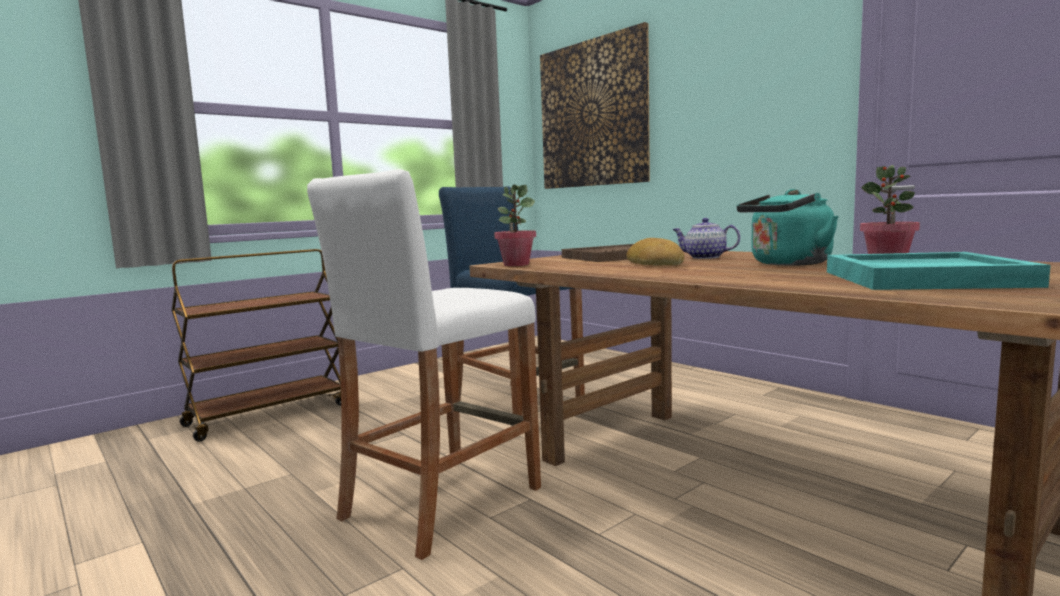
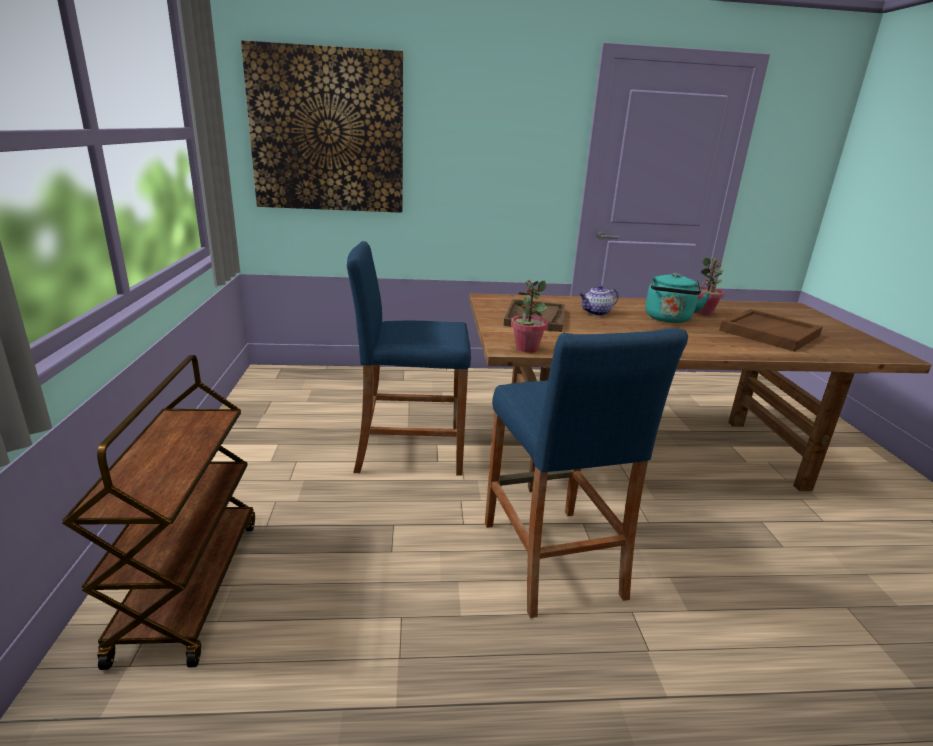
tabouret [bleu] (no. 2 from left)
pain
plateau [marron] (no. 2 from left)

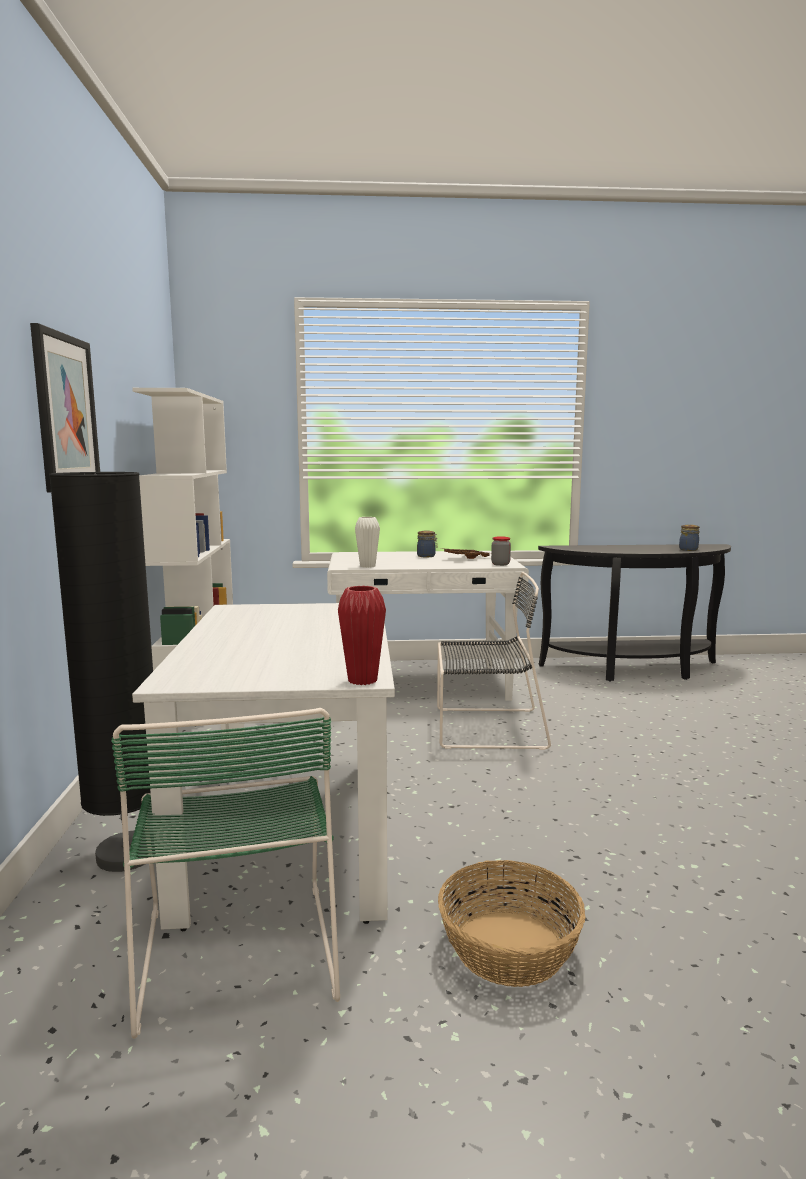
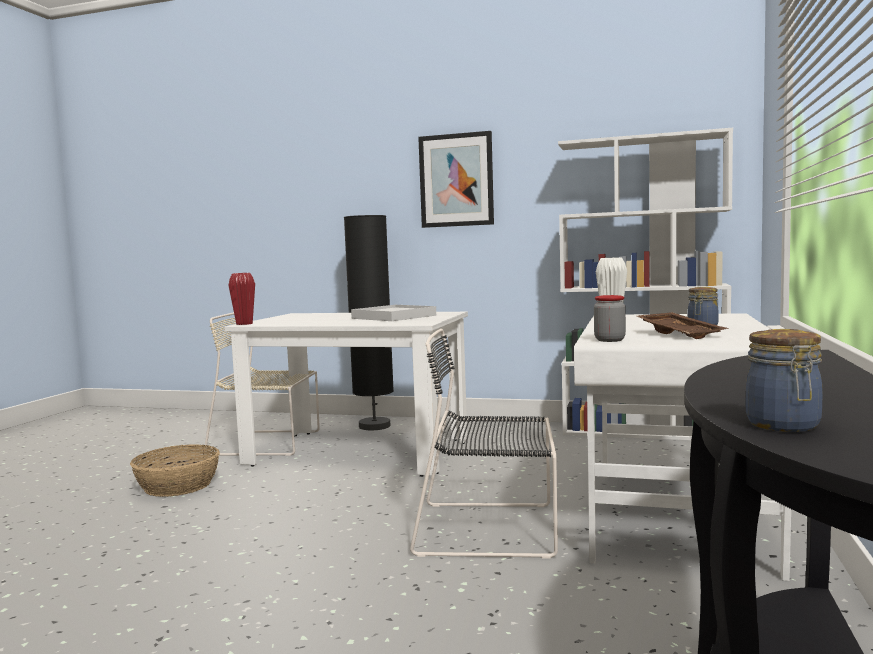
chaise [beige]
chaise [noir]
plateau [blanc]

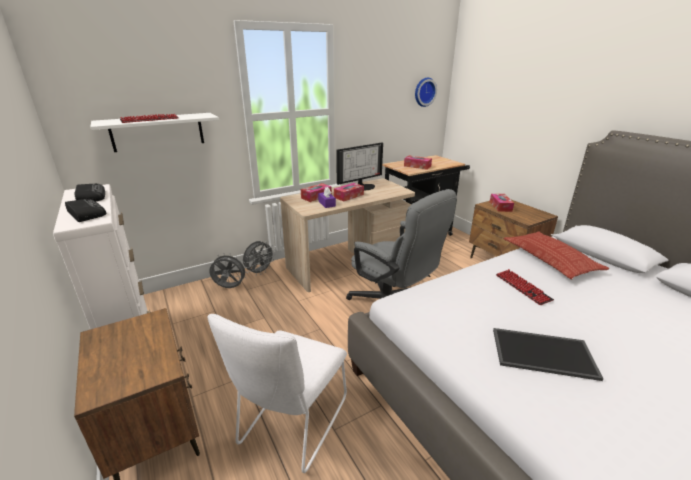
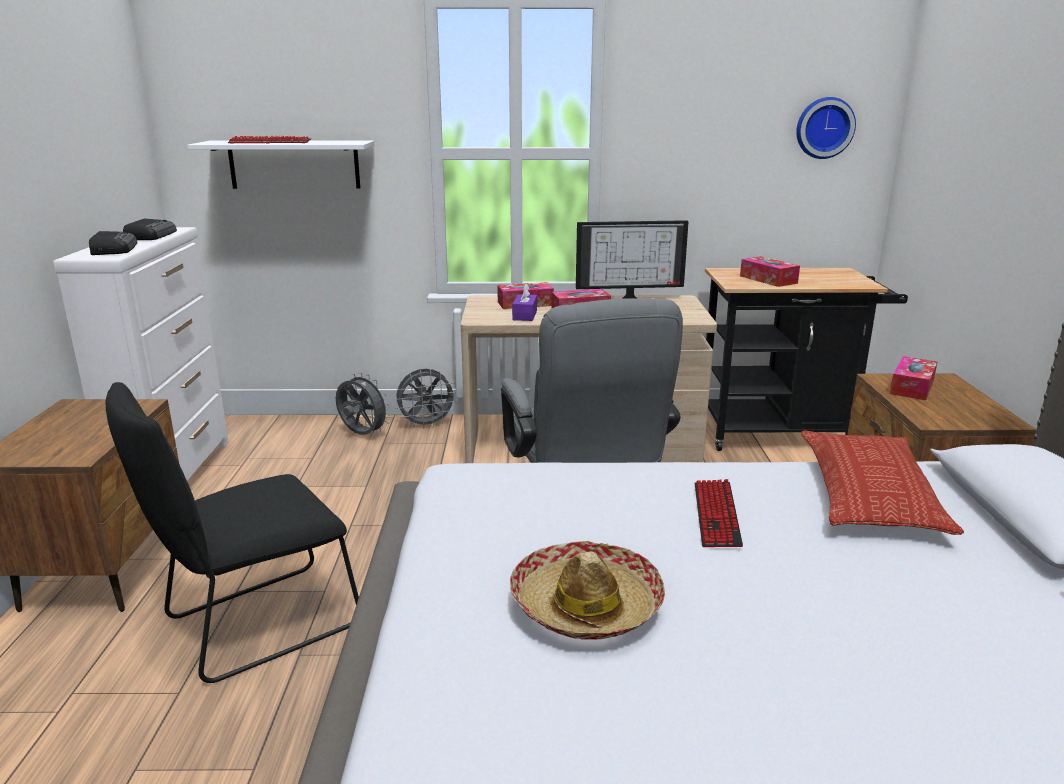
chaise [noir]
chapeau

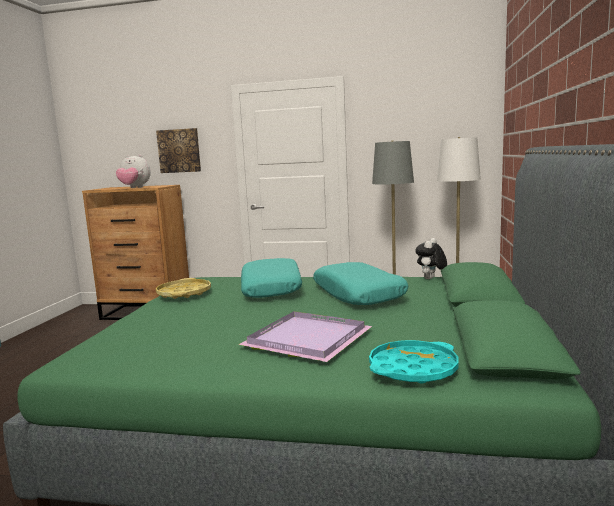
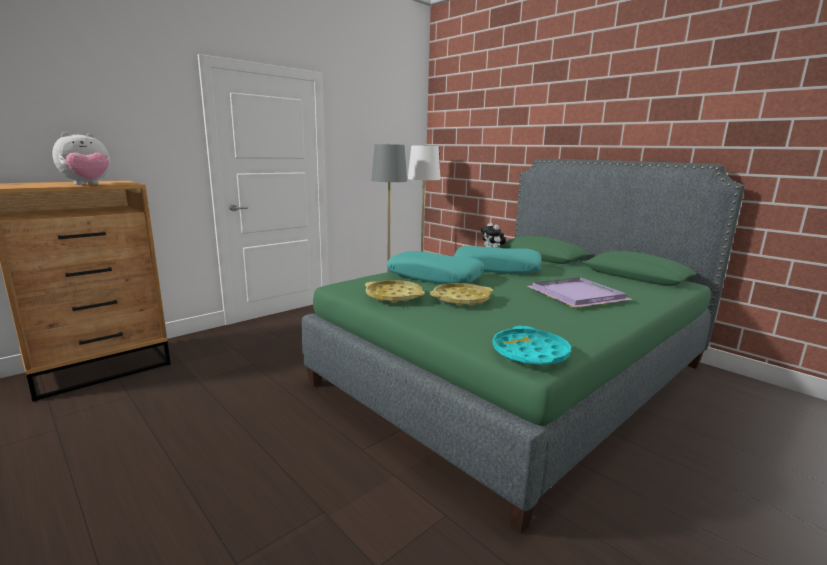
tableau
plateau [turquoise]
plateau [jaune] (no. 2 from left)

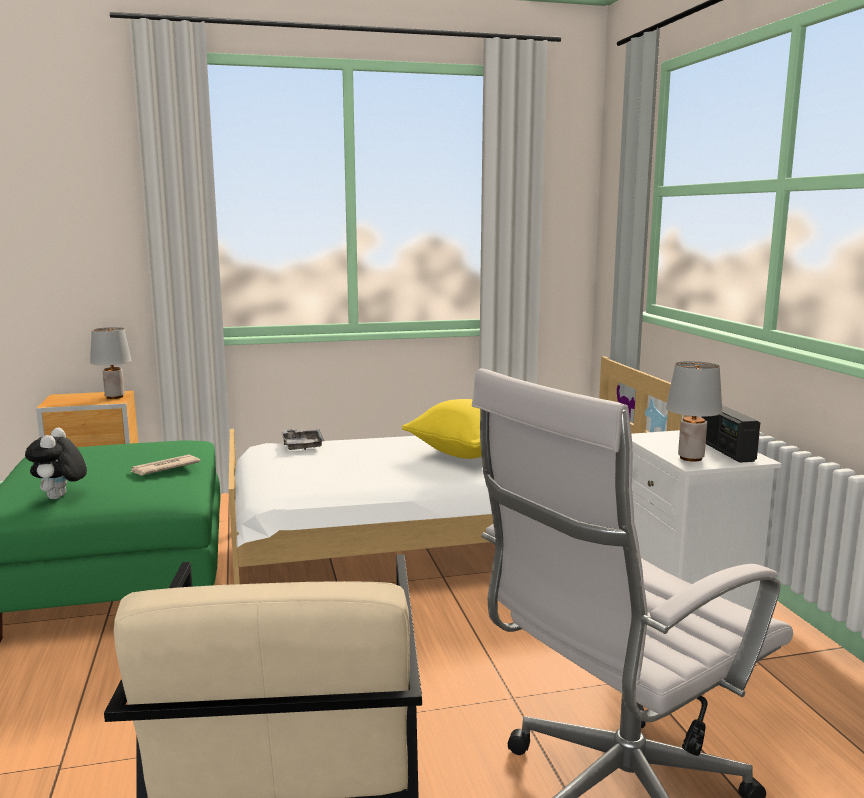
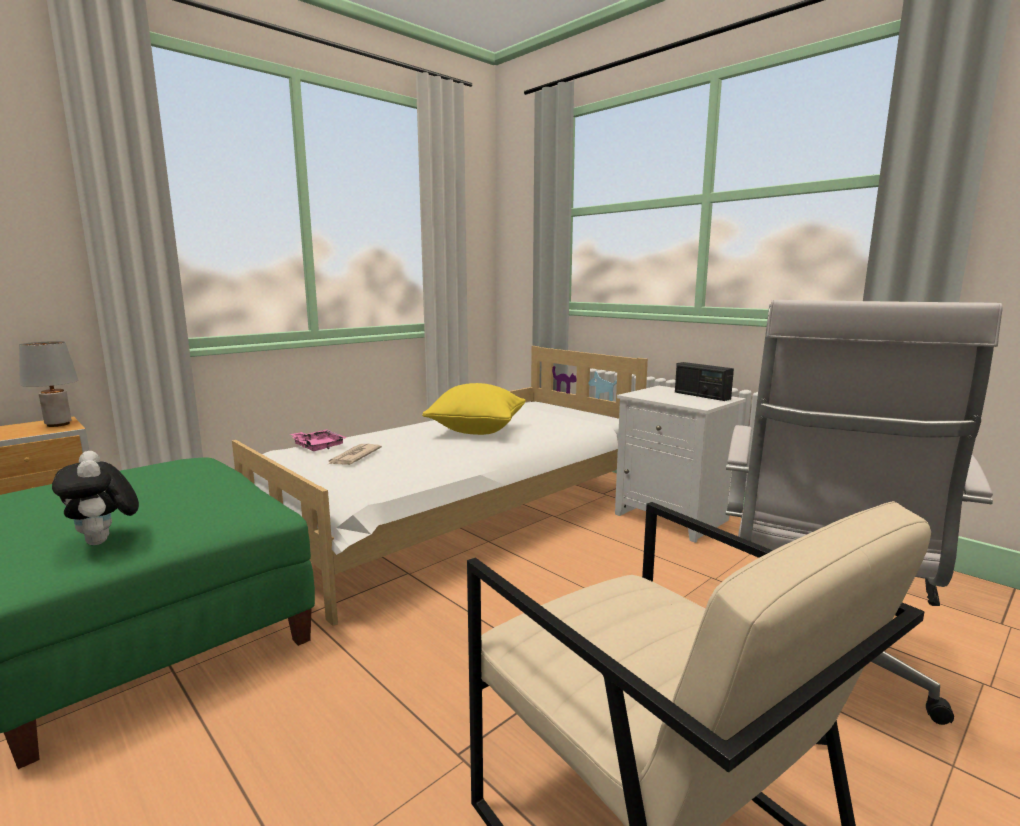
journal
plateau [rose]
lampe de table [gris] (no. 2 from left in the first image)

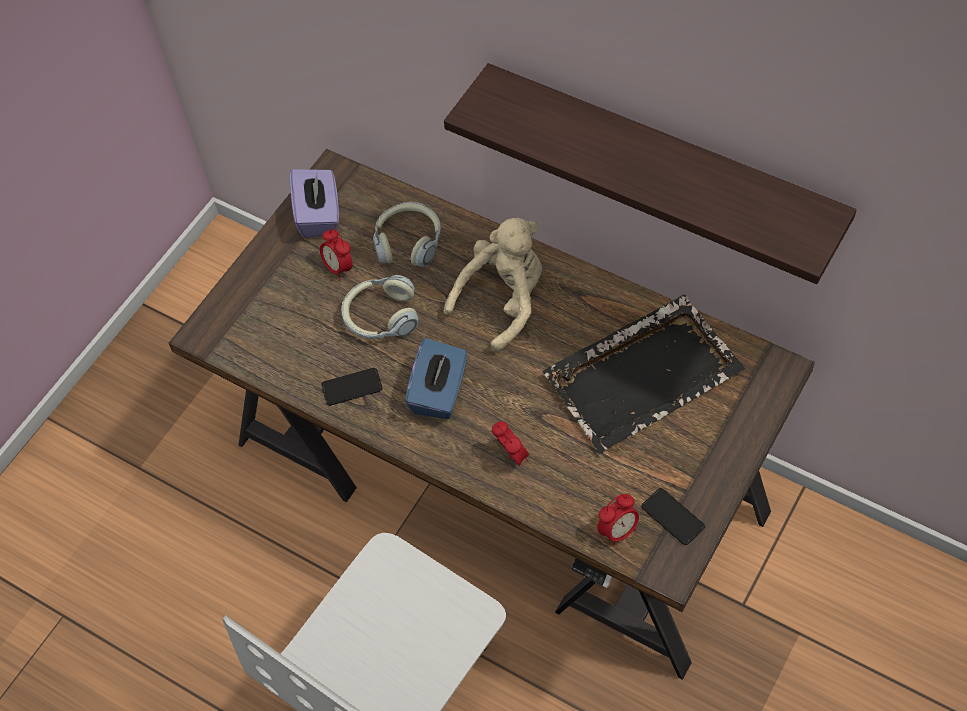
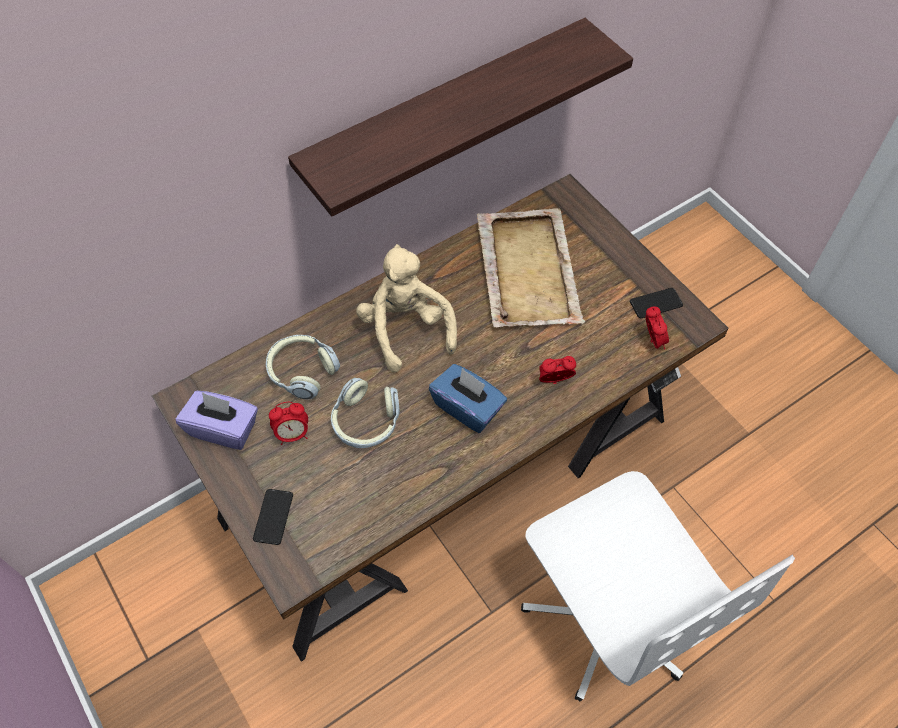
téléphone (no. 1 from left)
plateau [beige]

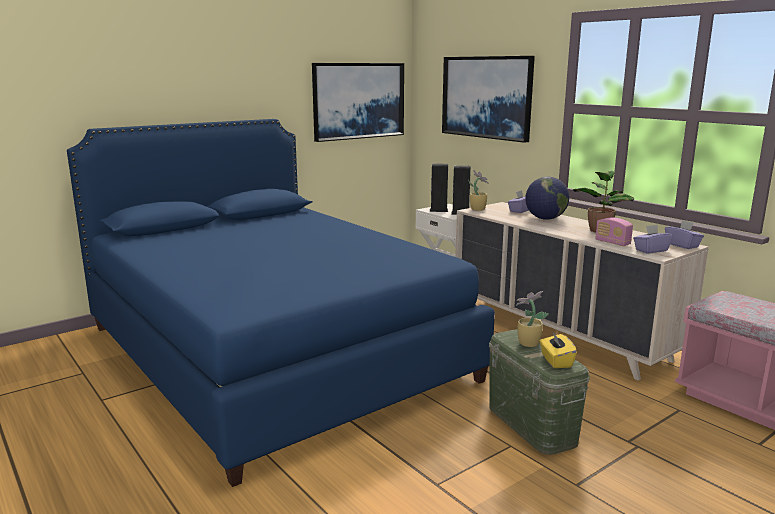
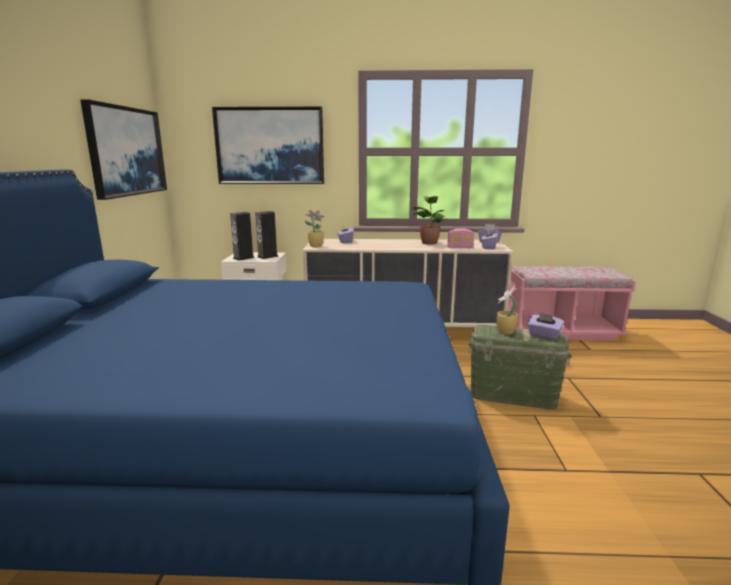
globe
boîte à mouchoirs [violet] (no. 4 from left)

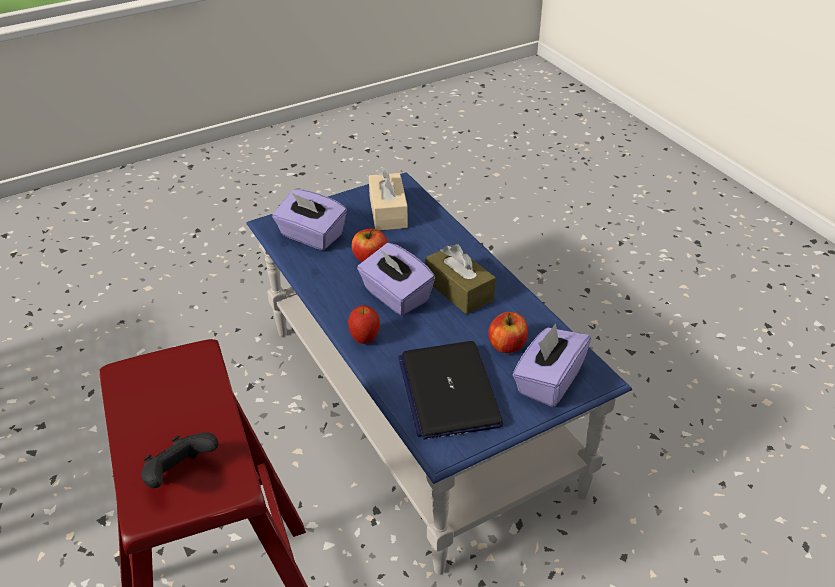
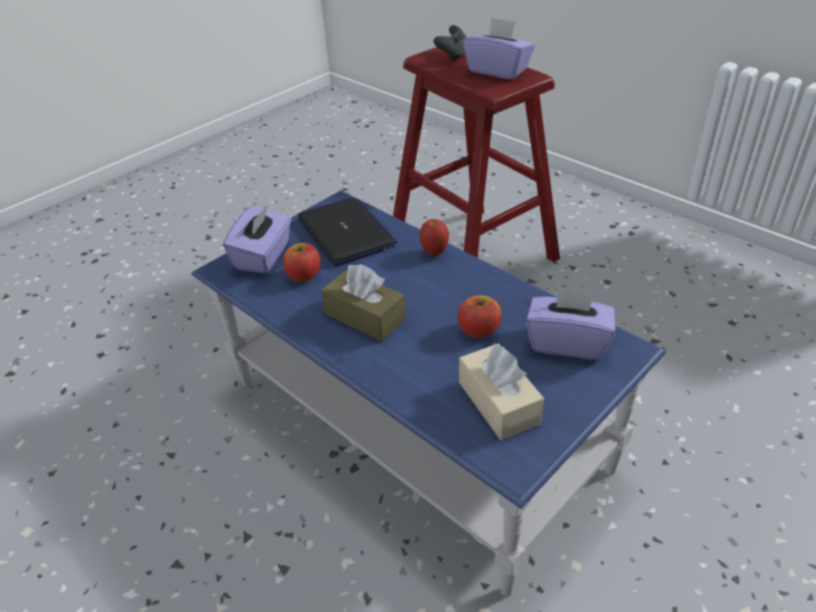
boîte à mouchoirs [violet] (no. 2 from left)

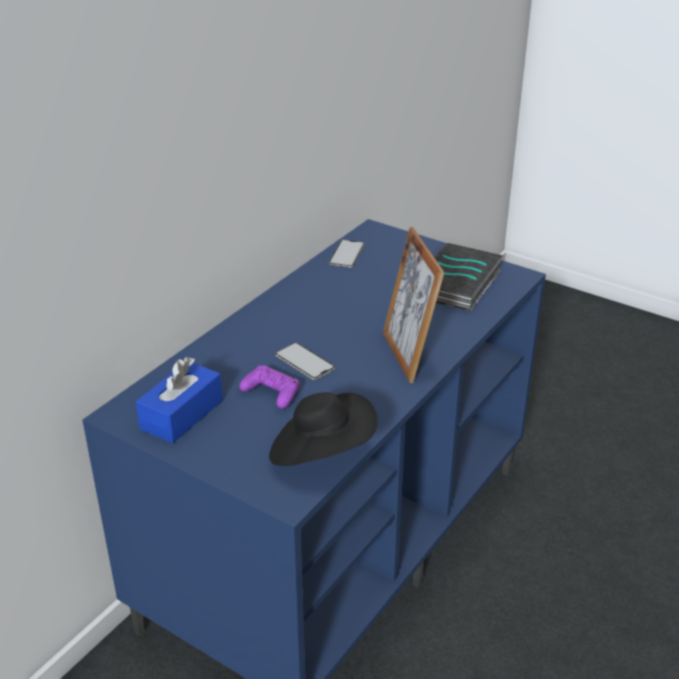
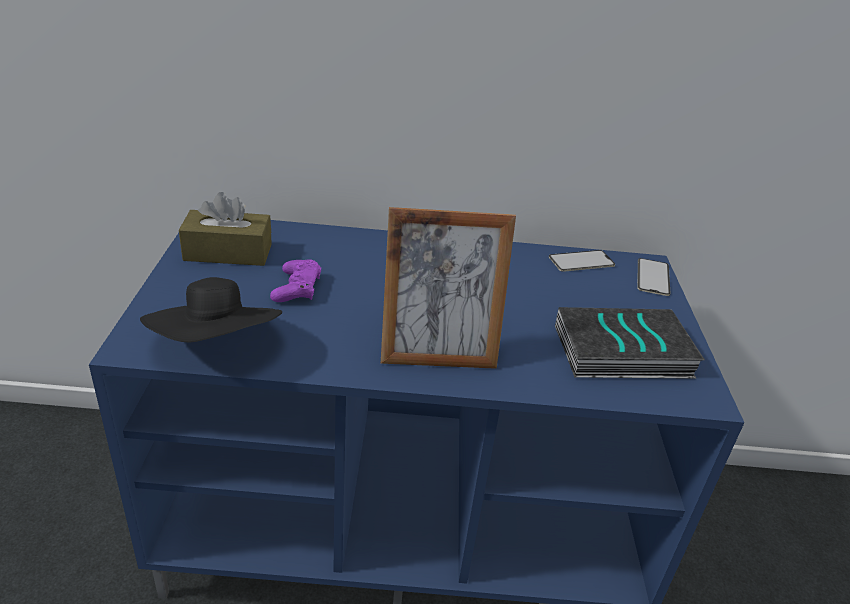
boîte à mouchoirs [marron]
téléphone (no. 2 from left)
cadre photo

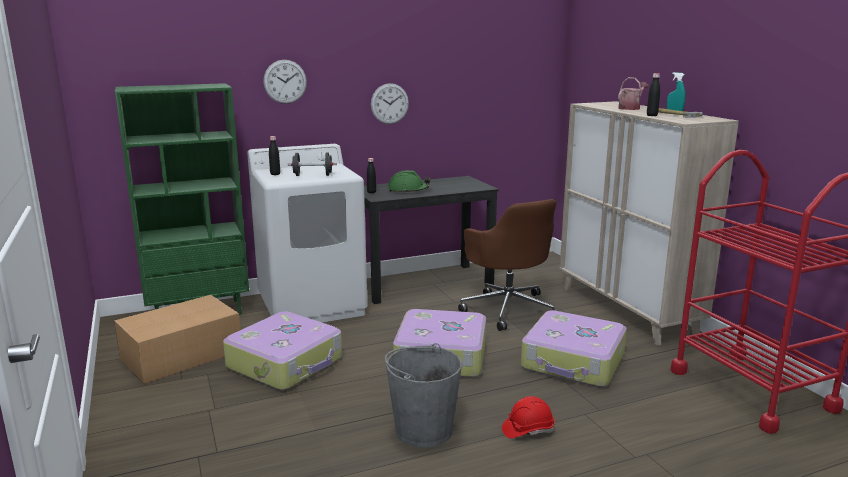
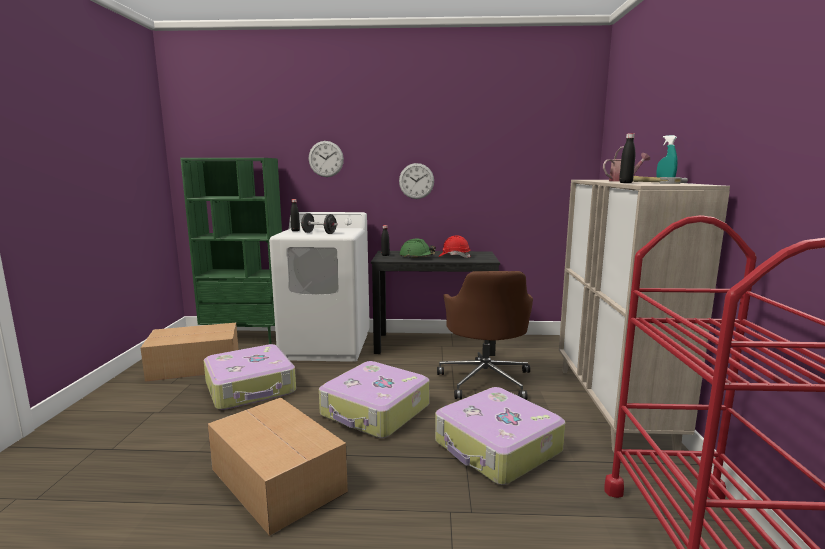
carton (no. 2 from left)
casque de chantier [rouge]

